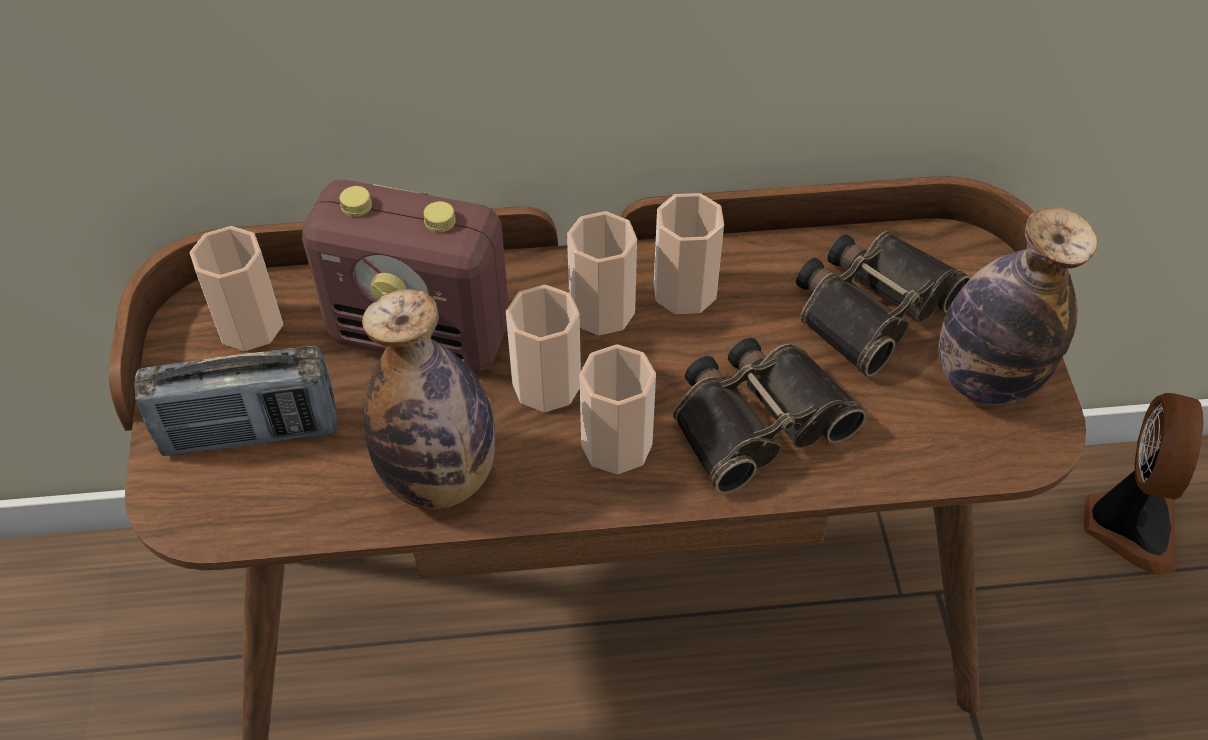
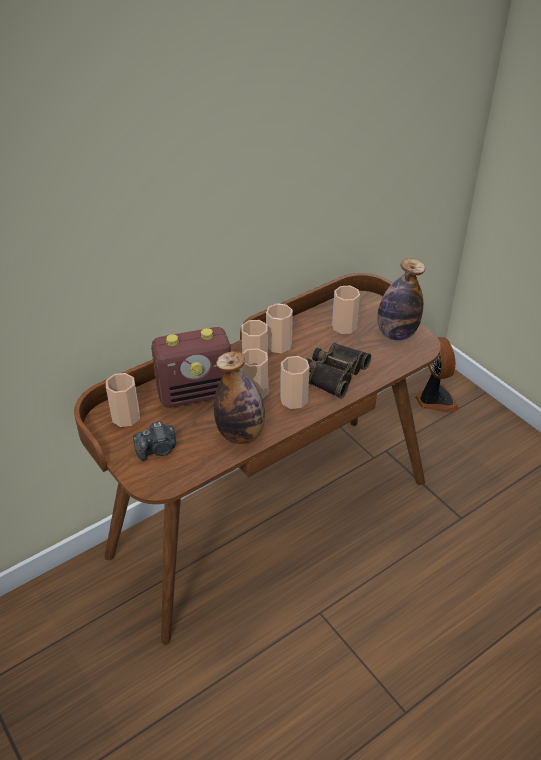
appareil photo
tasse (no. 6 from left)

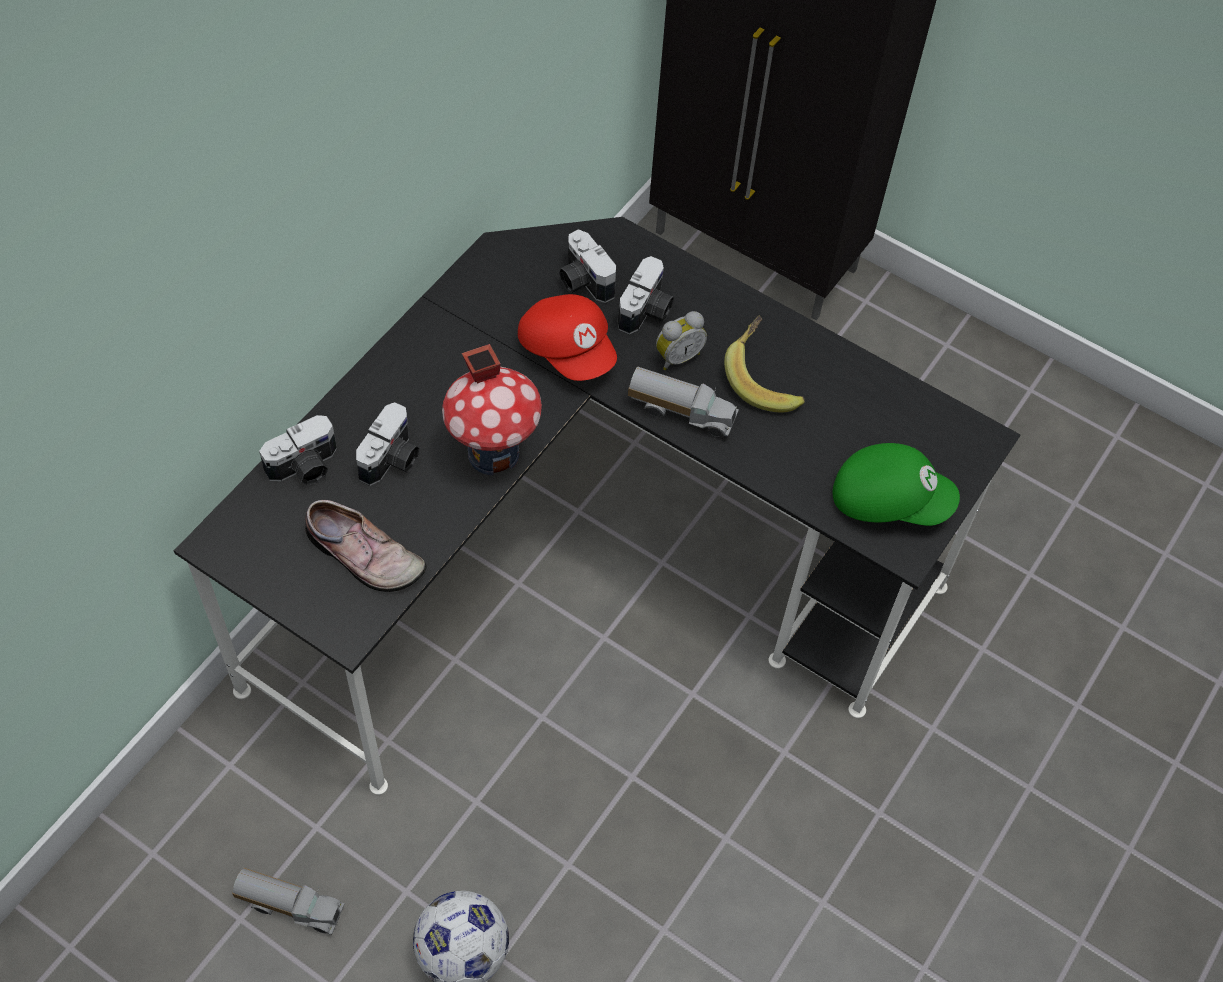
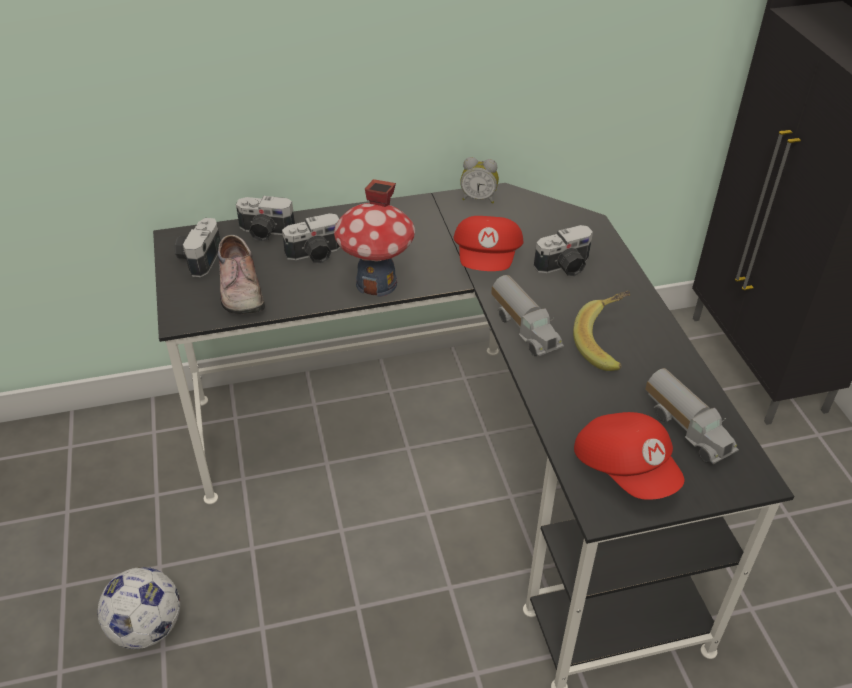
camion jouet (no. 2 from left)
appareil photo (no. 1 from left)
réveil
casquette [rouge] (no. 2 from left)

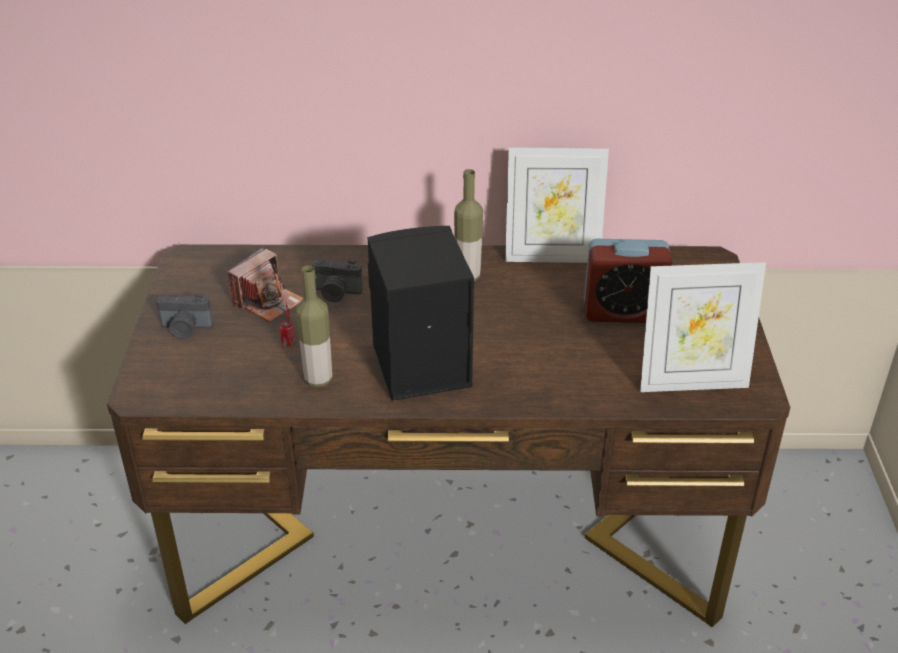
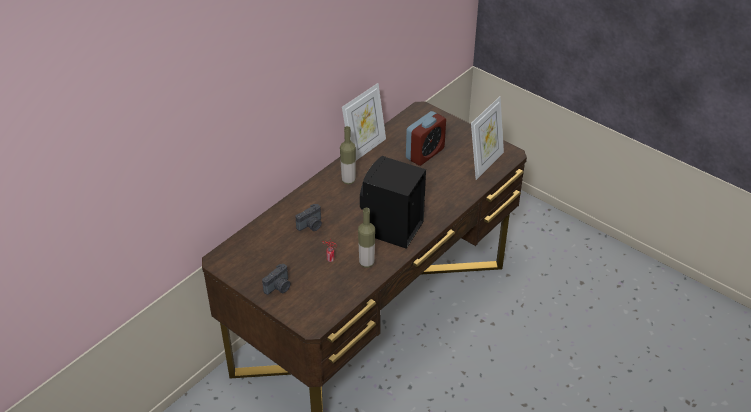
appareil photo (no. 2 from left in the first image)

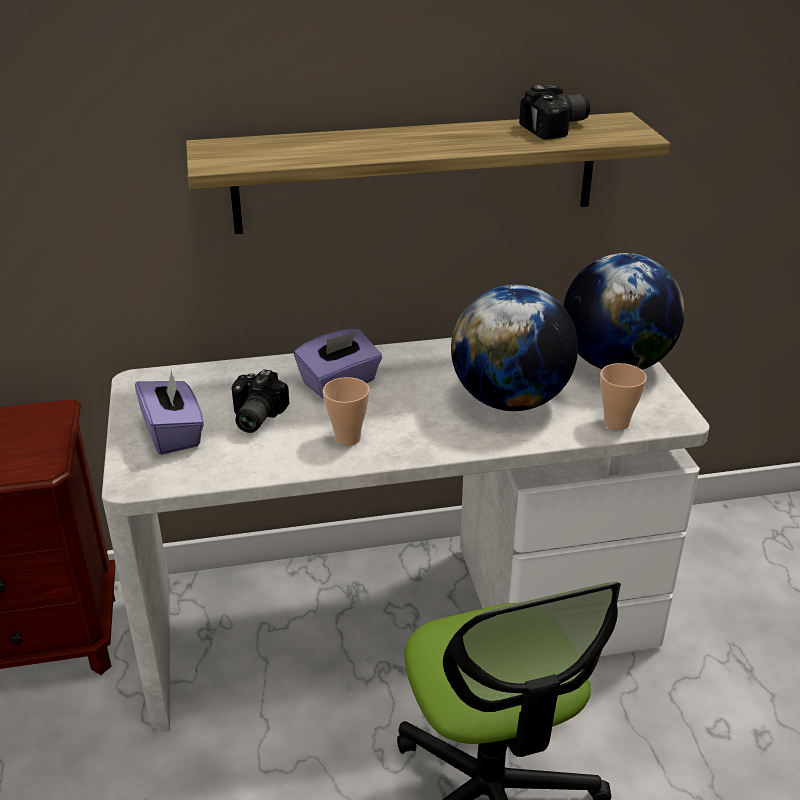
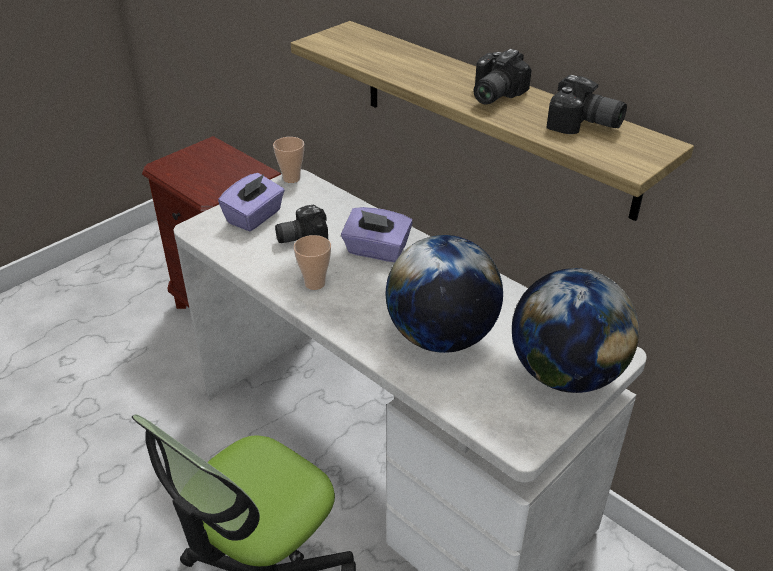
tasse (no. 1 from left)
appareil photo (no. 2 from left)

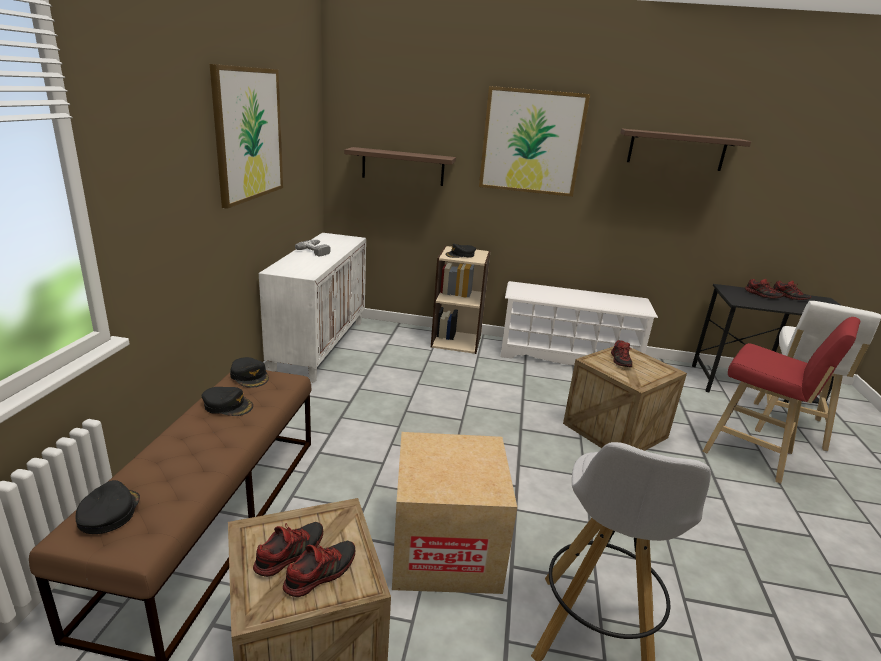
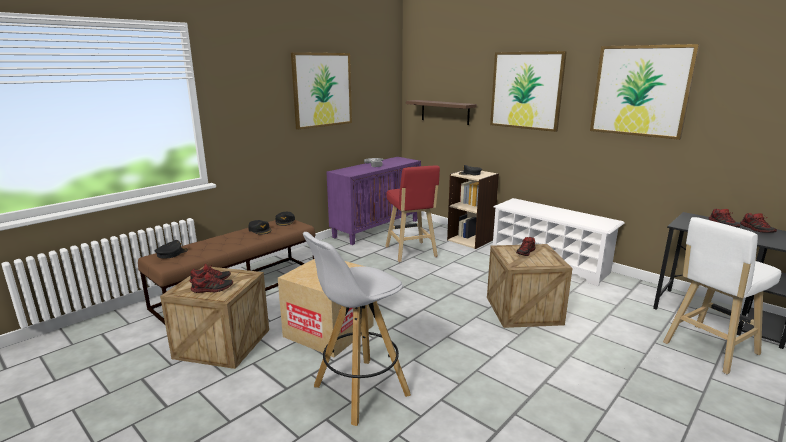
meuble de rangement [violet]
tableau (no. 3 from left)
tabouret [rouge]

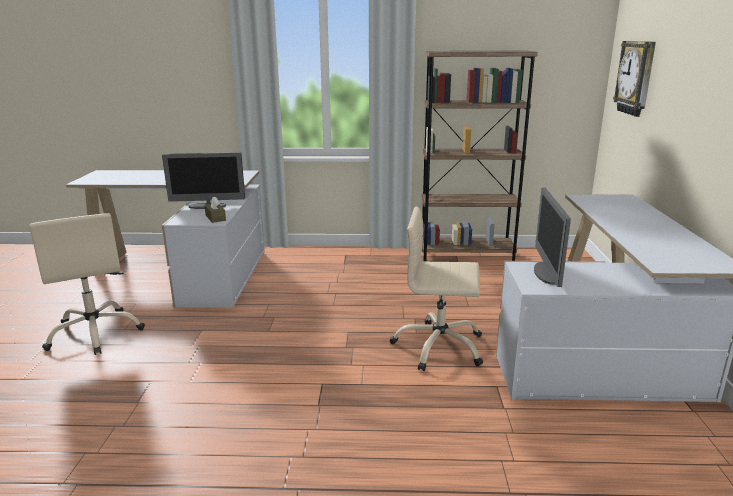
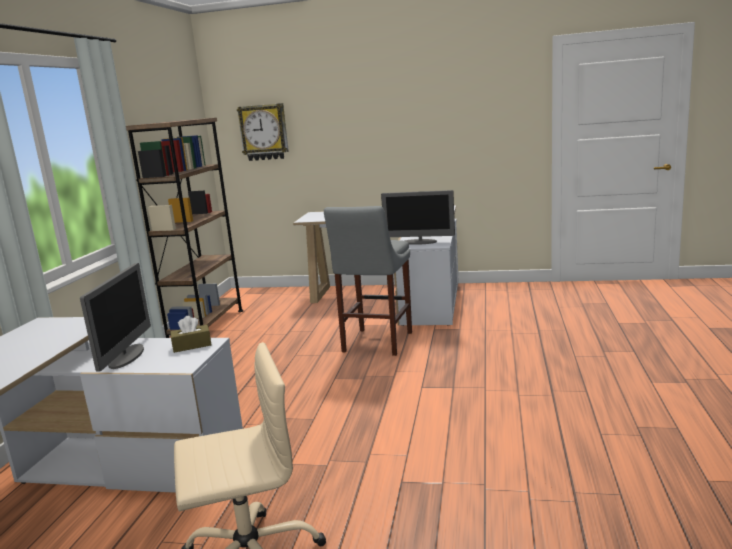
tabouret [gris]

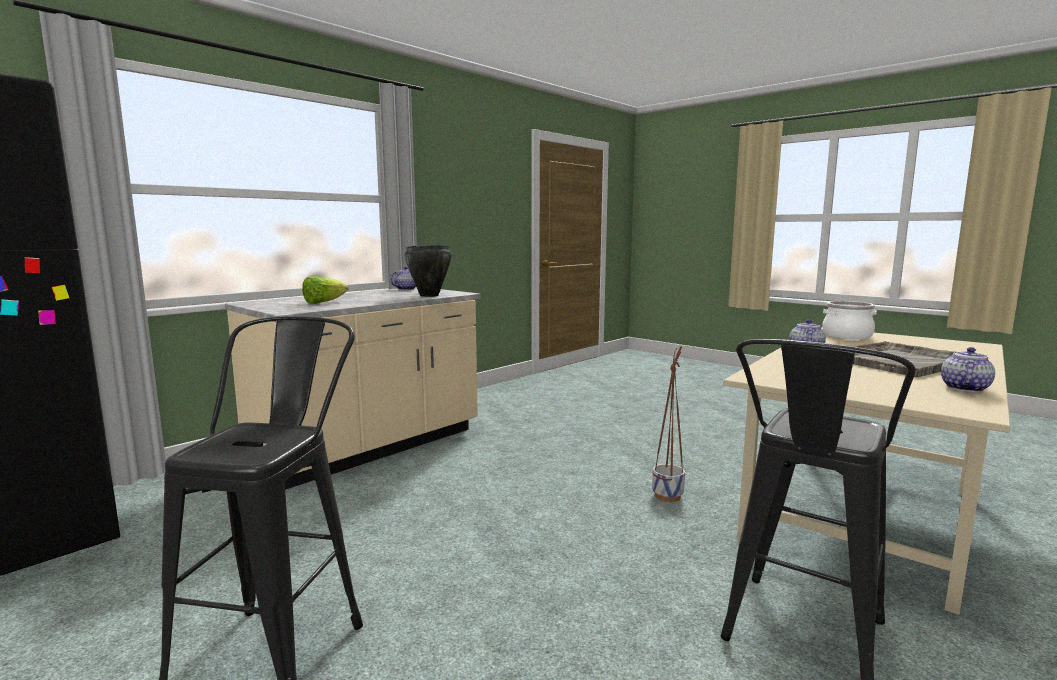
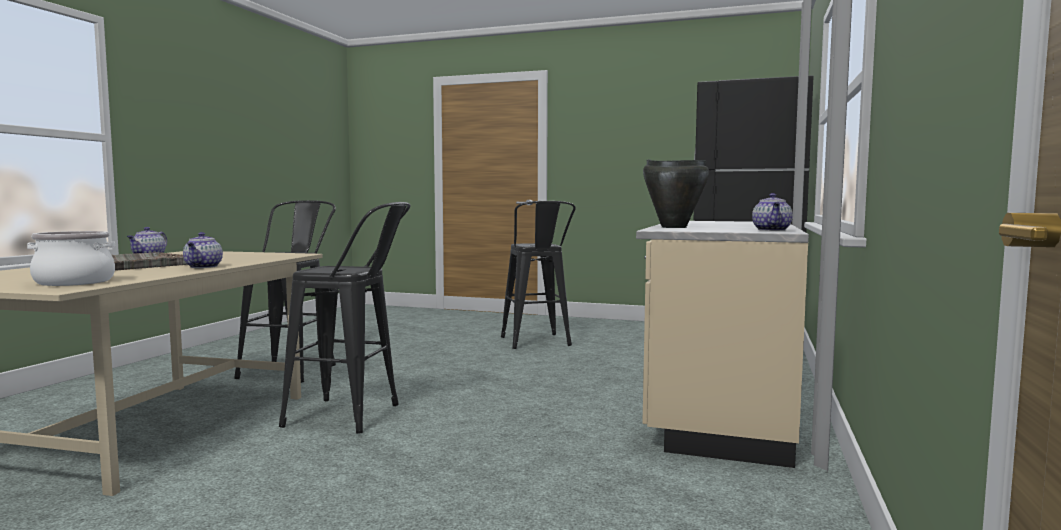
laitue
tabouret [noir] (no. 2 from left)

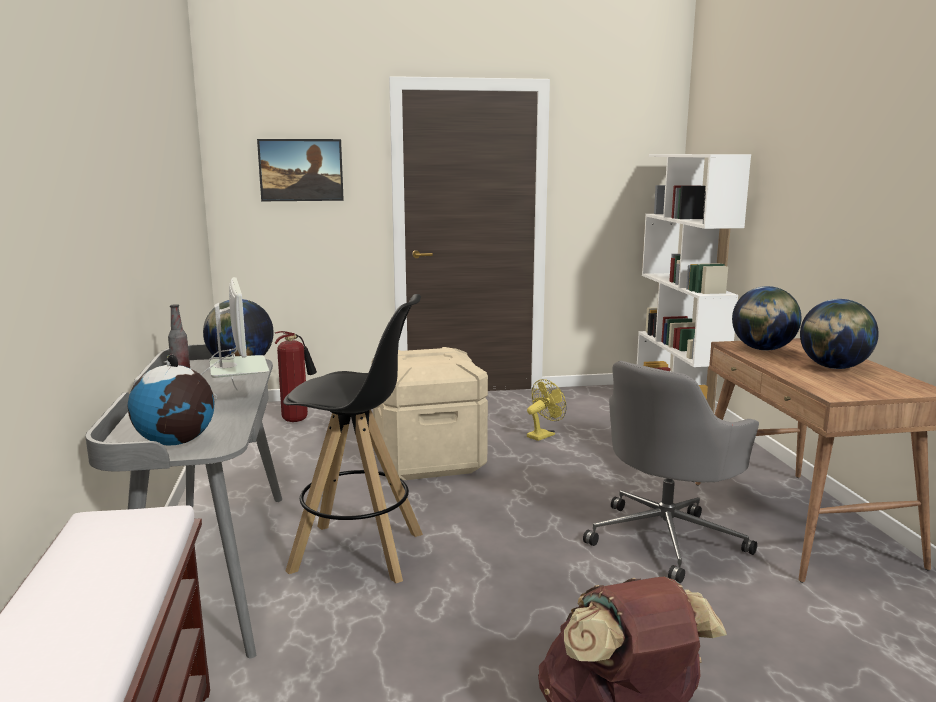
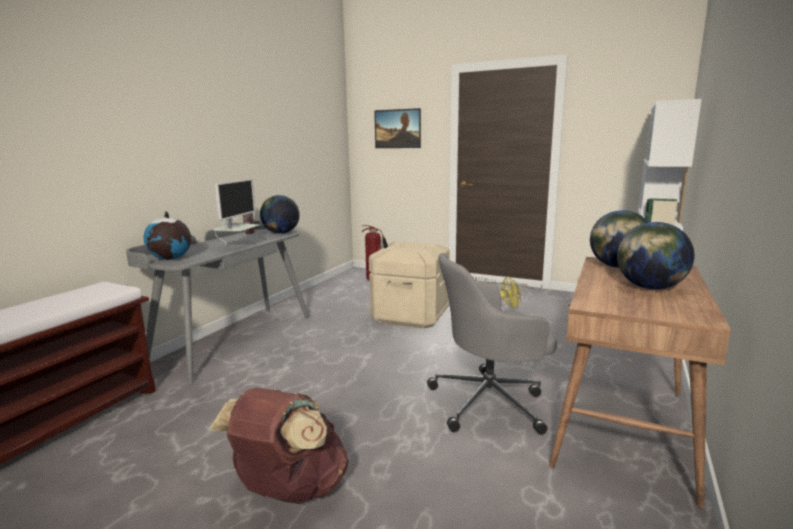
tabouret [noir]

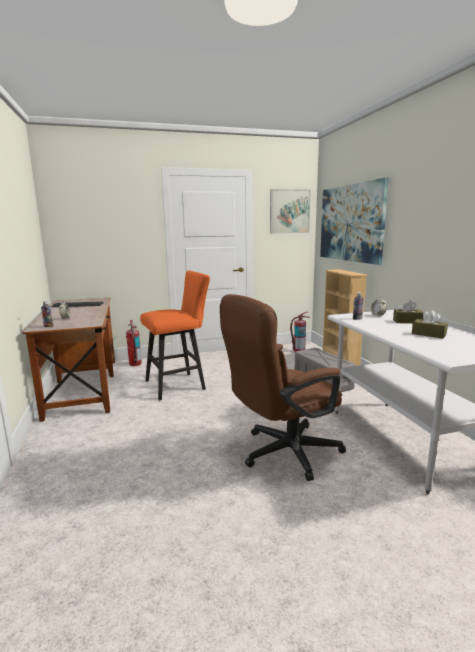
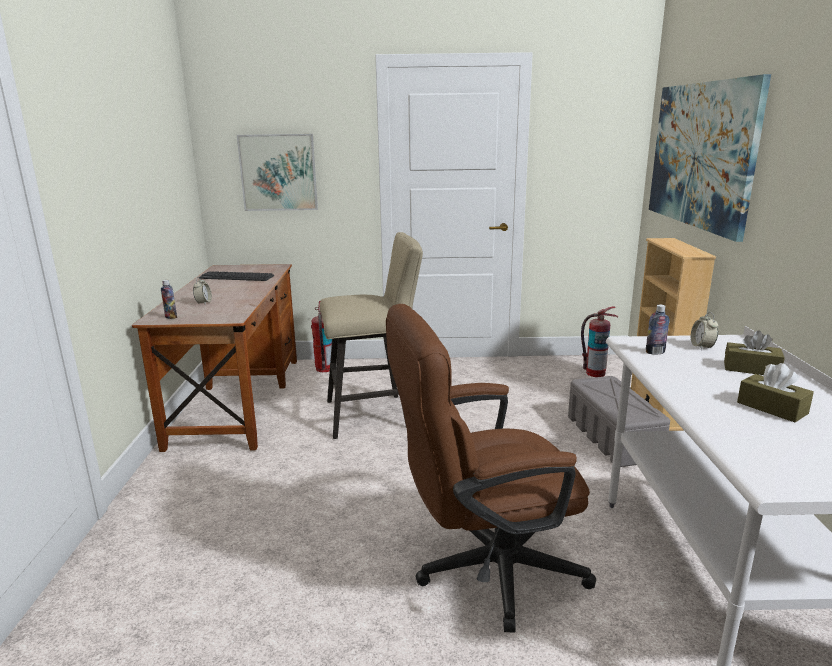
tabouret [beige]
tableau (no. 1 from left)

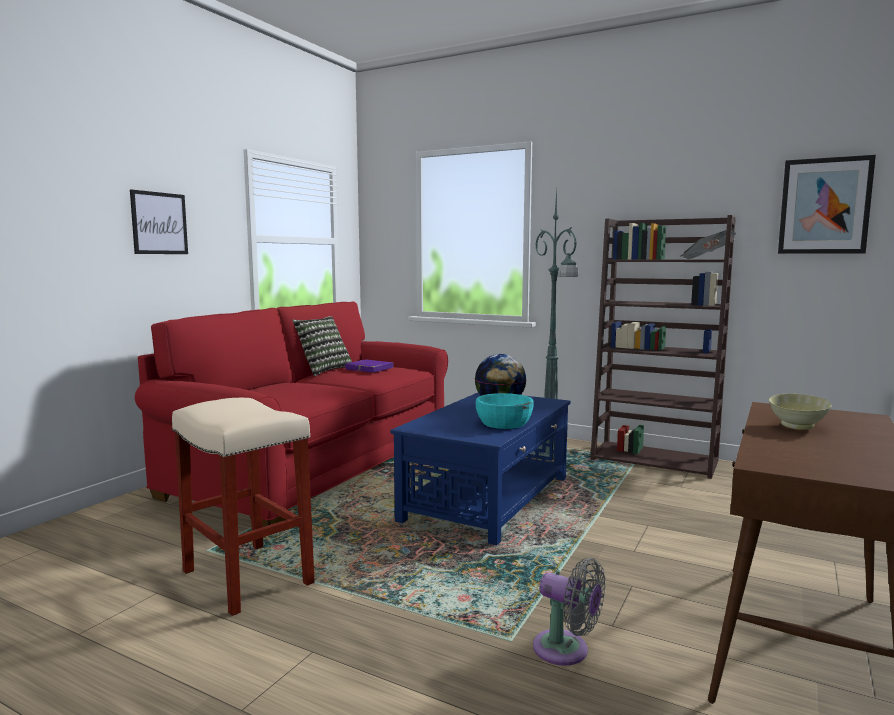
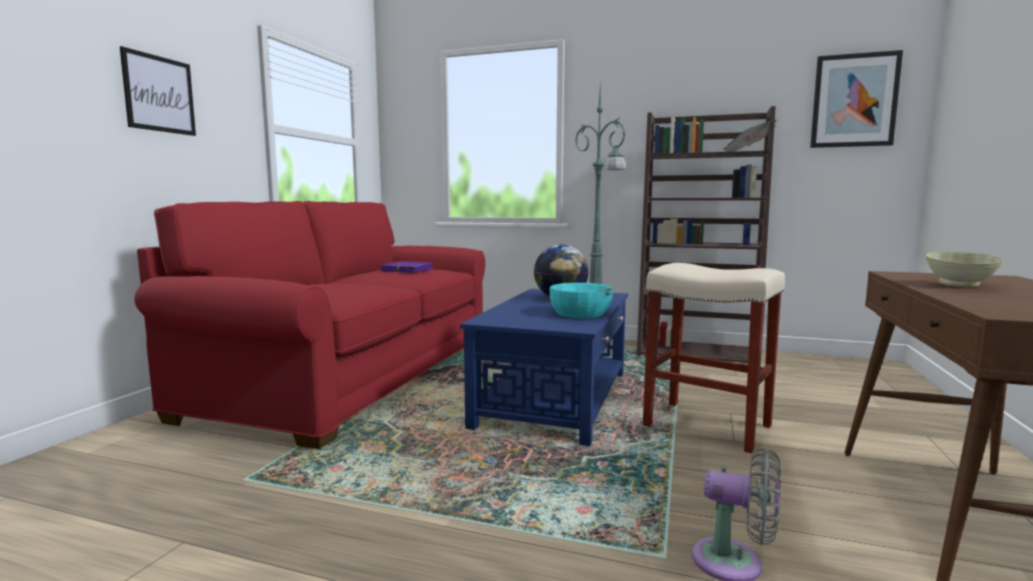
tabouret [beige]
coussin

